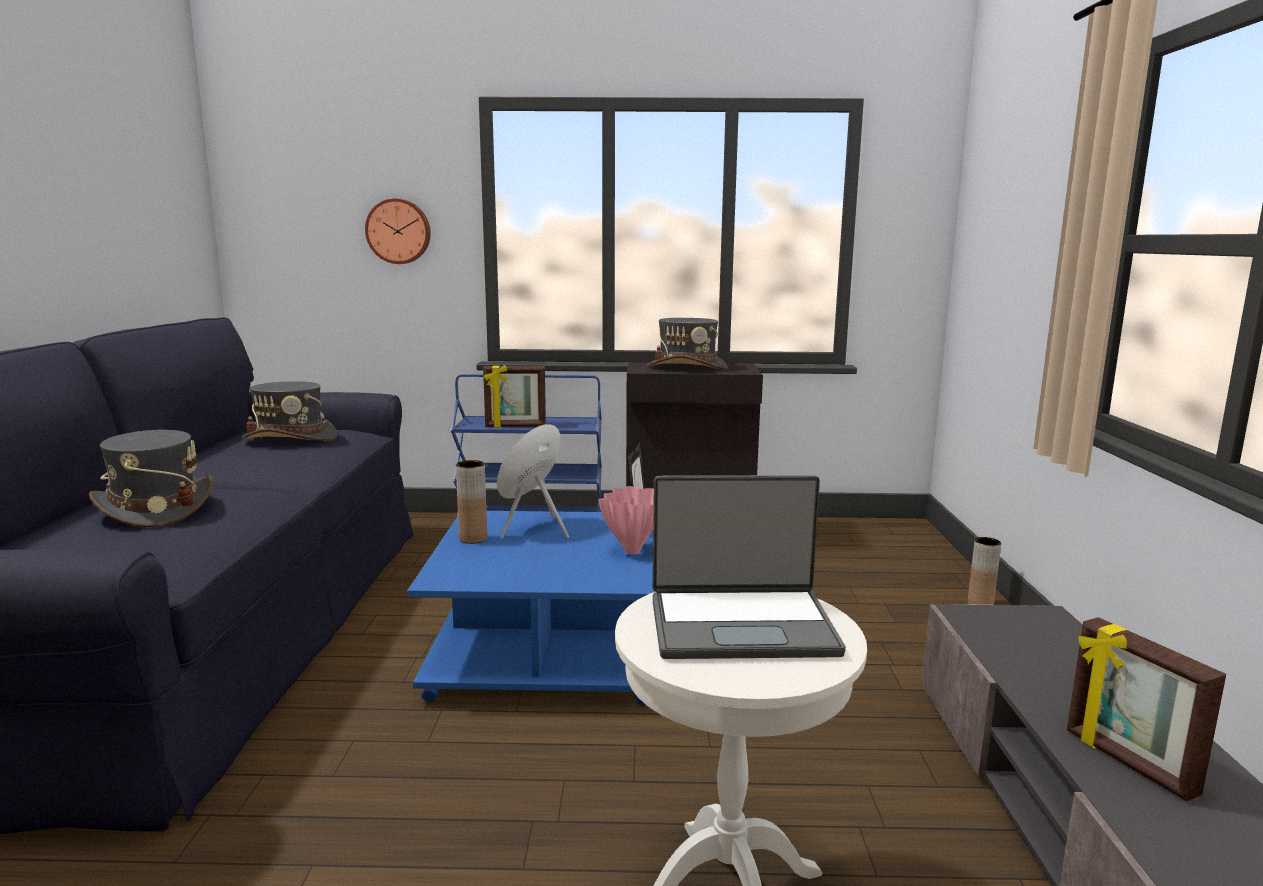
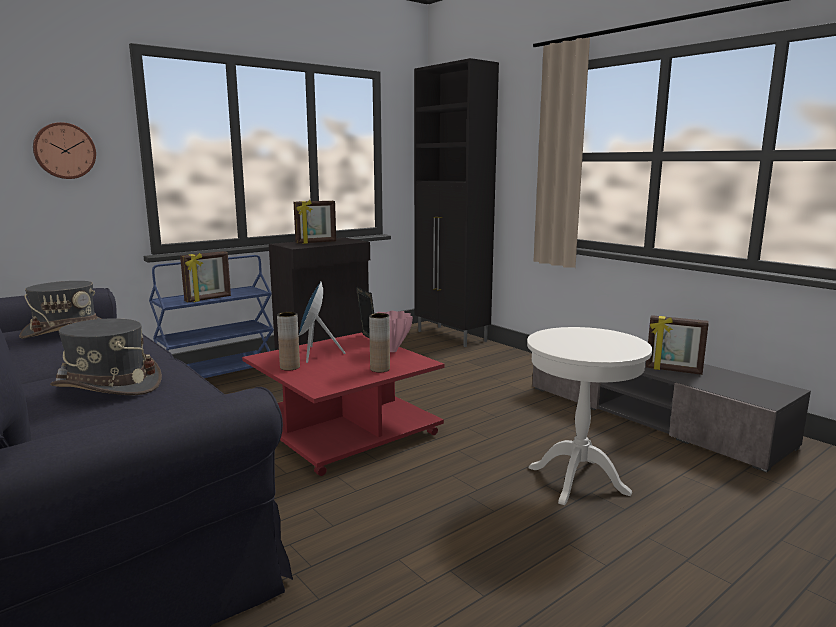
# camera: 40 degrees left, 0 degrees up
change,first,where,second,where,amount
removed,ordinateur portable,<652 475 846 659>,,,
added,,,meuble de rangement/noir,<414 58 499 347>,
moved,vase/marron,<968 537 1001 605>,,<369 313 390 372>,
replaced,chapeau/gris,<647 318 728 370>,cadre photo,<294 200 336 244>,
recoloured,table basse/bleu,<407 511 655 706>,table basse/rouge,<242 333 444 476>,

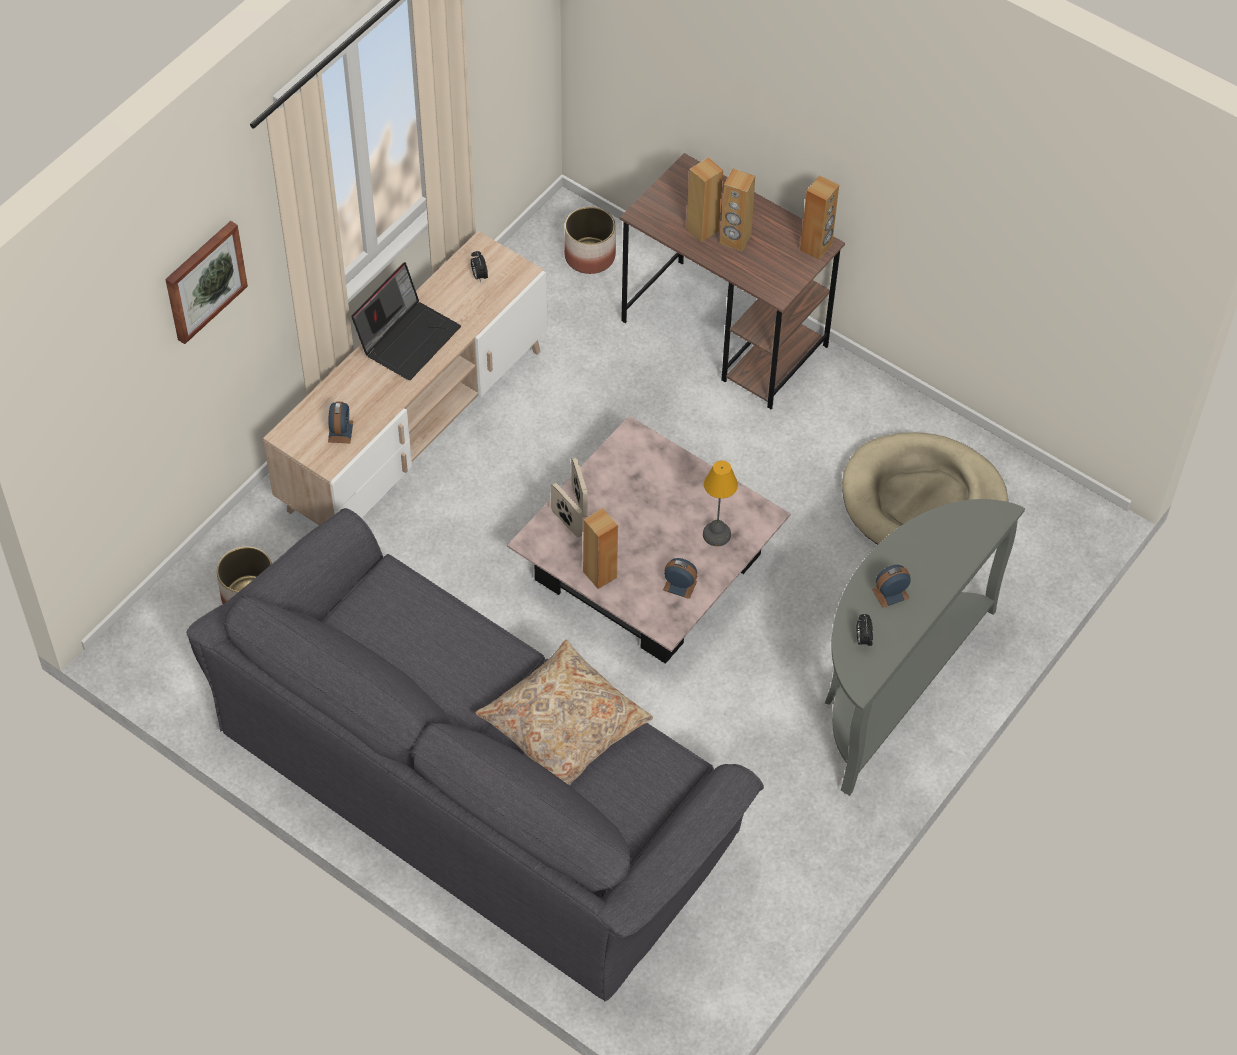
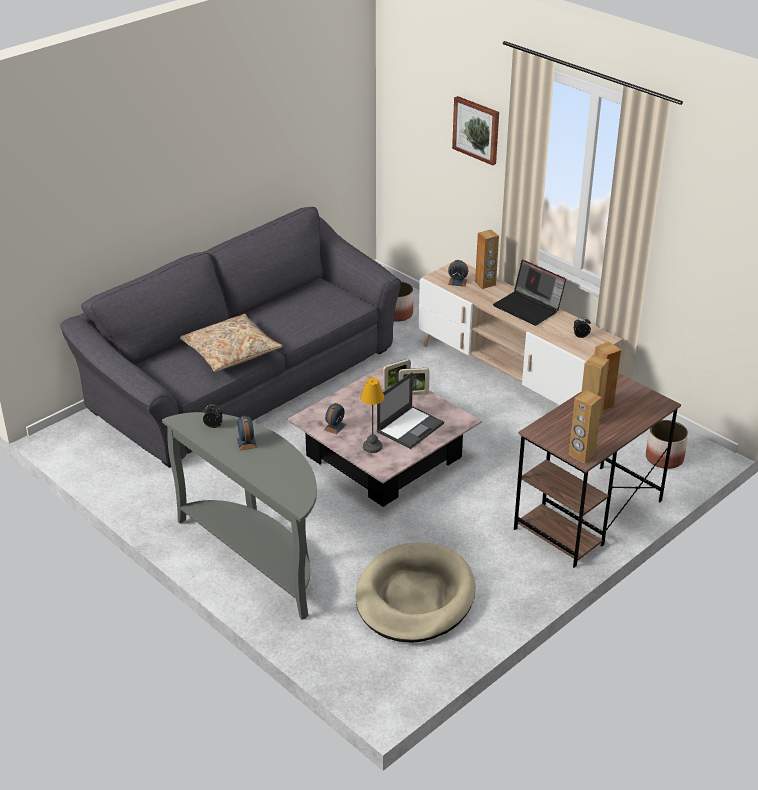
# camera: 100 degrees right, 20 degrees down
change,first,where,second,where,amount
added,,,ordinateur portable,<377 372 444 449>,
moved,enceinte/marron,<583 508 618 589>,,<475 230 499 289>,

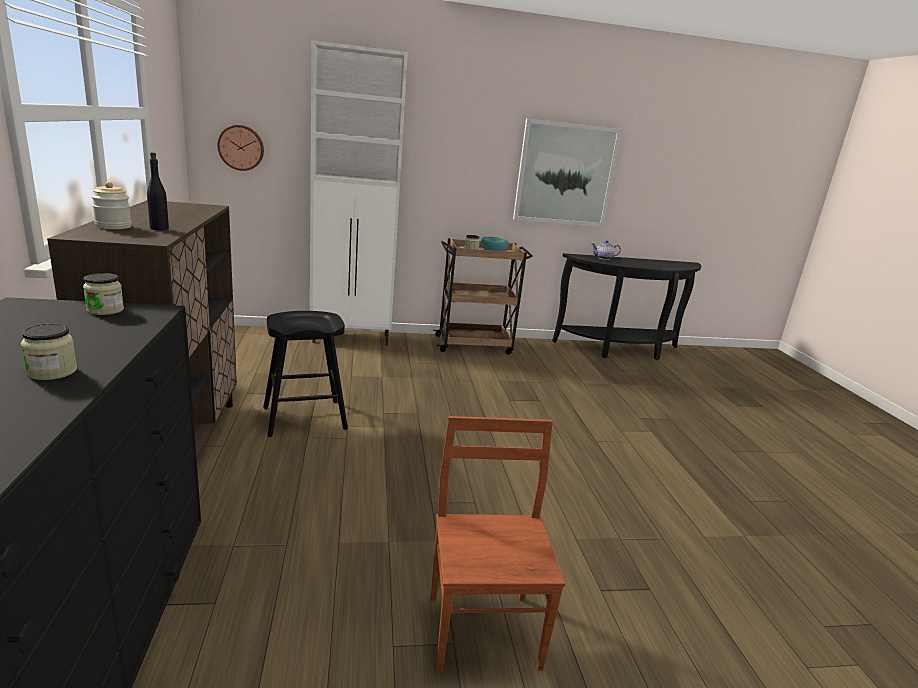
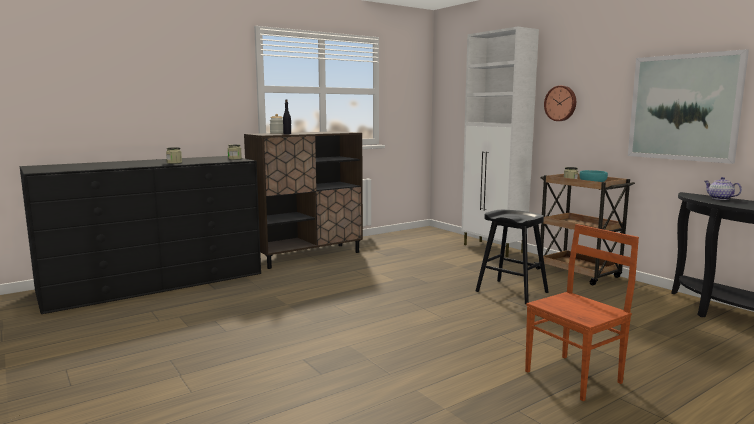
# camera: 65 degrees right, 10 degrees down
change,first,where,second,where,amount
moved,horloge murale,<217 125 264 171>,,<544 86 576 121>,
moved,tabouret/noir,<263 311 348 437>,,<476 210 549 304>,
moved,chaise/marron,<431 416 565 673>,,<525 224 639 401>,

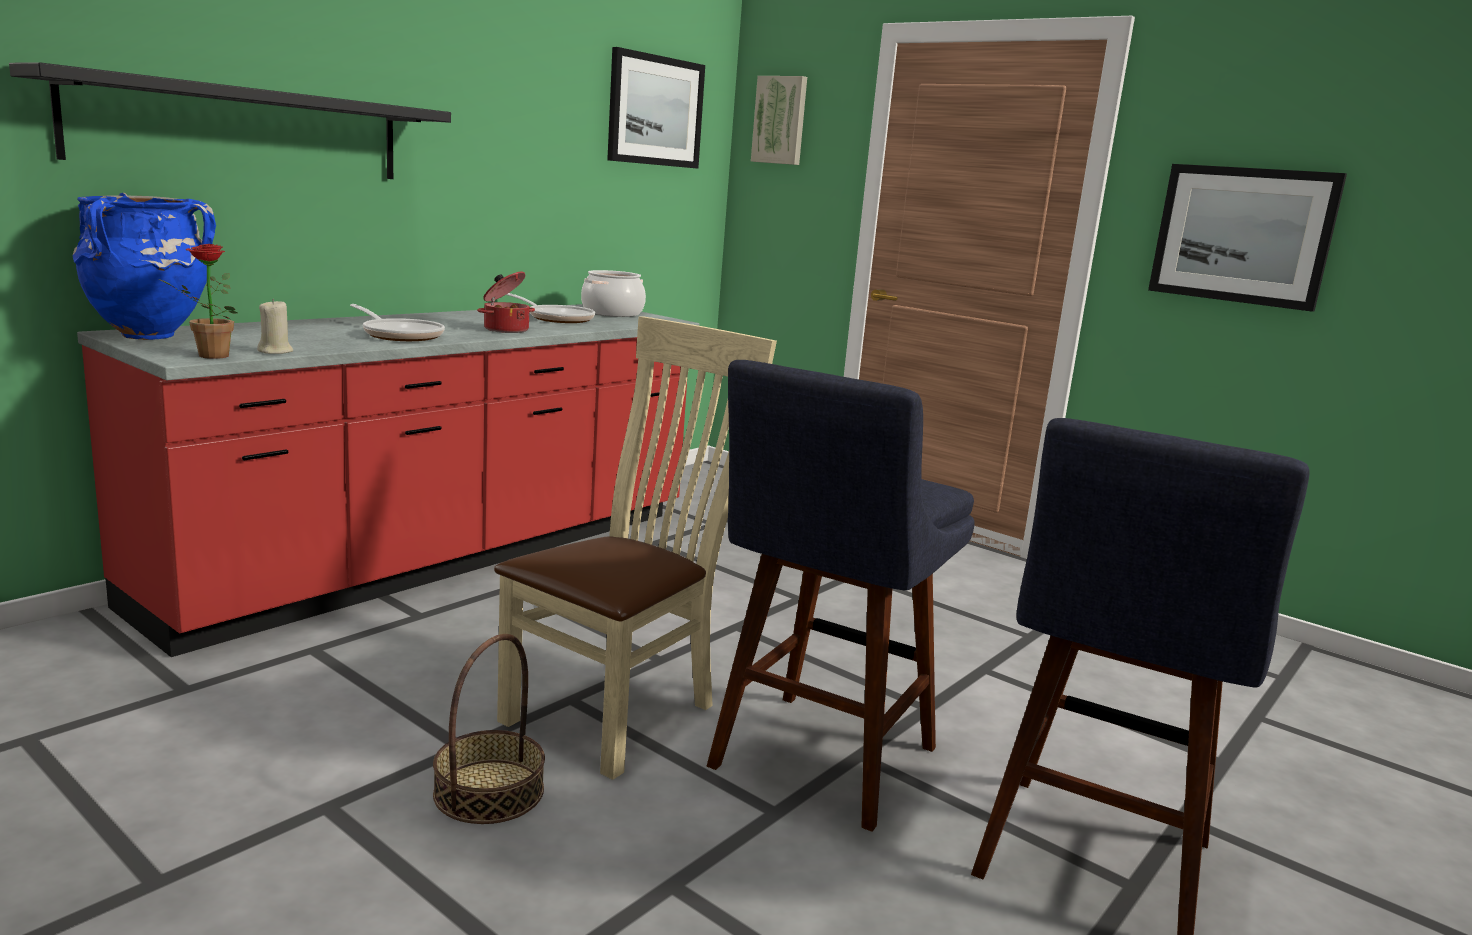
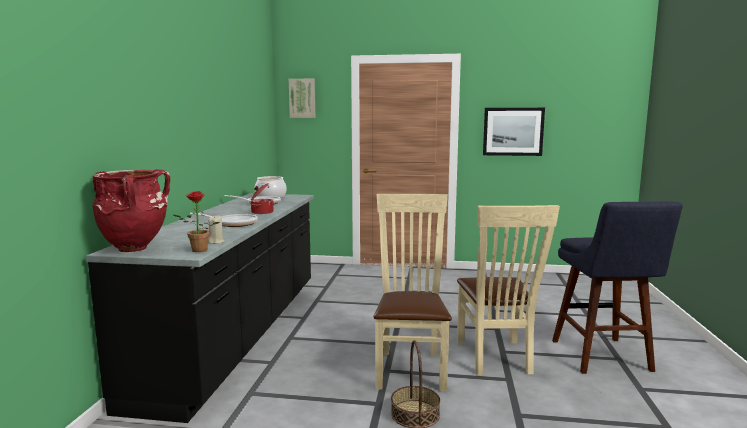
# camera: 30 degrees left, 5 degrees down
change,first,where,second,where,amount
removed,étagère/noir,<9 62 451 179>,,,
removed,tableau,<607 47 705 169>,,,
replaced,tabouret/bleu,<707 360 975 832>,chaise/beige,<457 205 560 375>,
recoloured,vase/bleu,<72 193 216 340>,vase/rouge,<92 169 170 252>,
recoloured,comptoir de cuisine/rouge,<77 304 699 657>,comptoir de cuisine/noir,<86 194 314 423>,

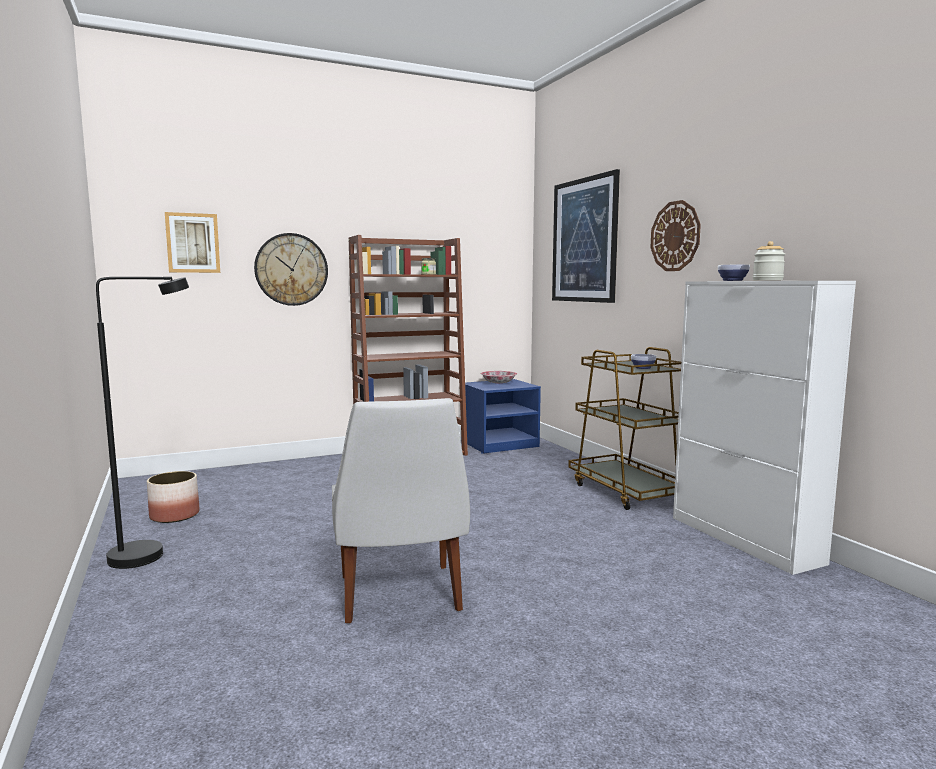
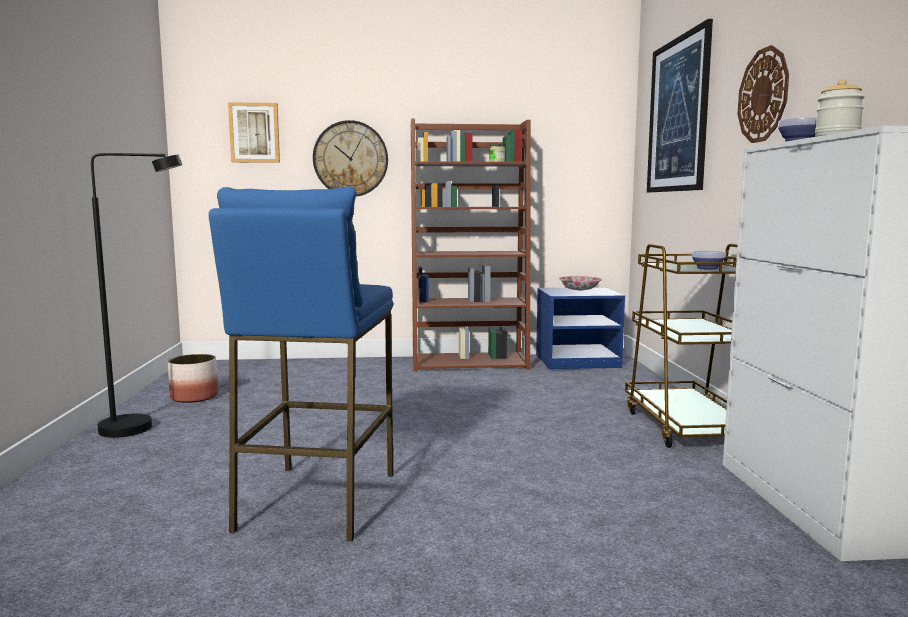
# camera: 20 degrees right, 0 degrees up
change,first,where,second,where,amount
replaced,chaise/blanc,<332 398 470 624>,tabouret/bleu,<209 186 394 542>,

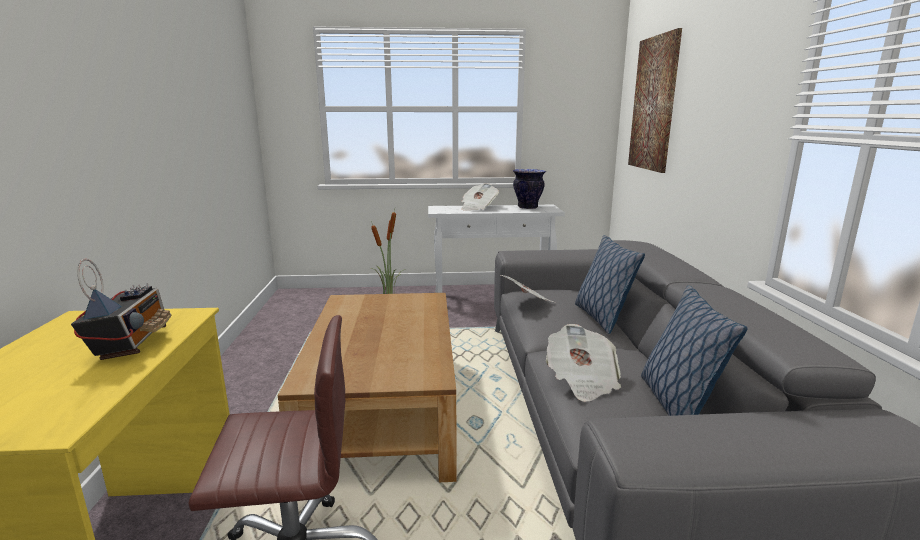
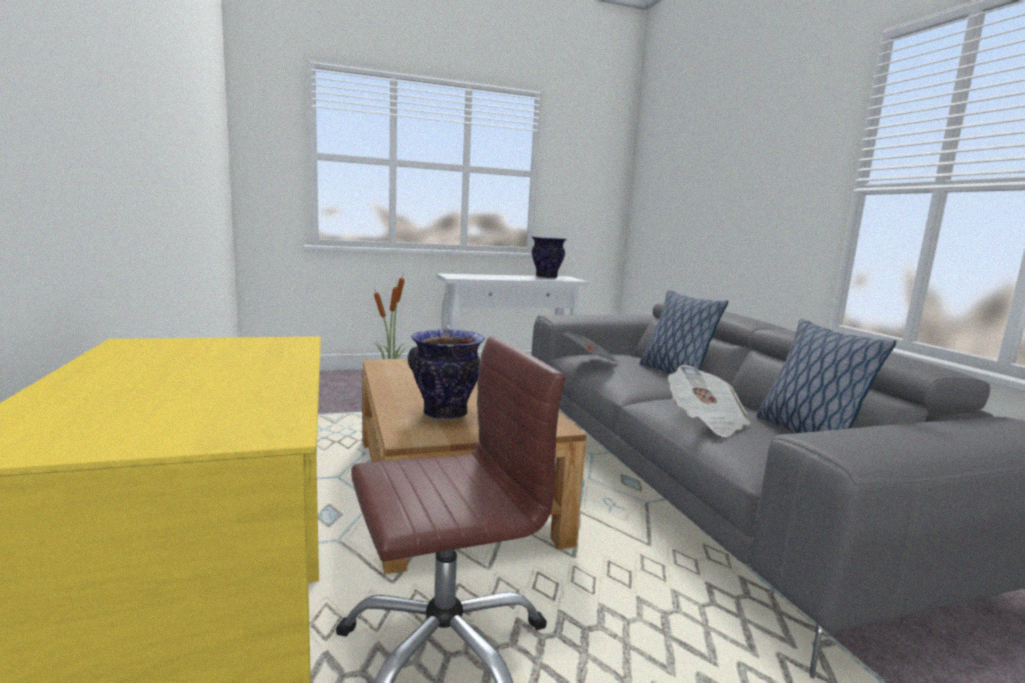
# camera: 15 degrees left, 5 degrees down
change,first,where,second,where,amount
removed,radio,<71 259 172 360>,,,
removed,journal,<461 183 499 211>,,,
removed,tableau,<628 28 682 173>,,,
added,,,vase,<408 329 485 420>,

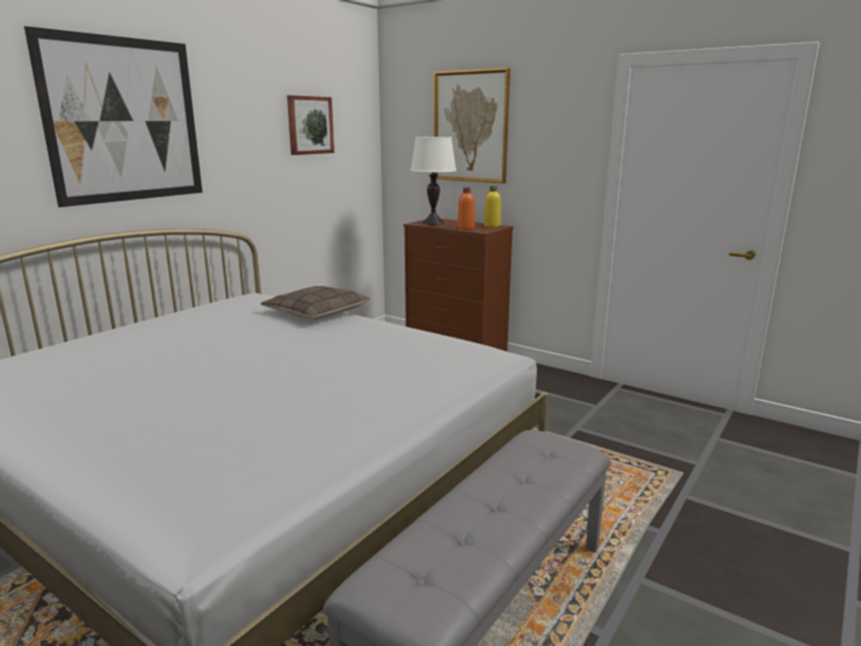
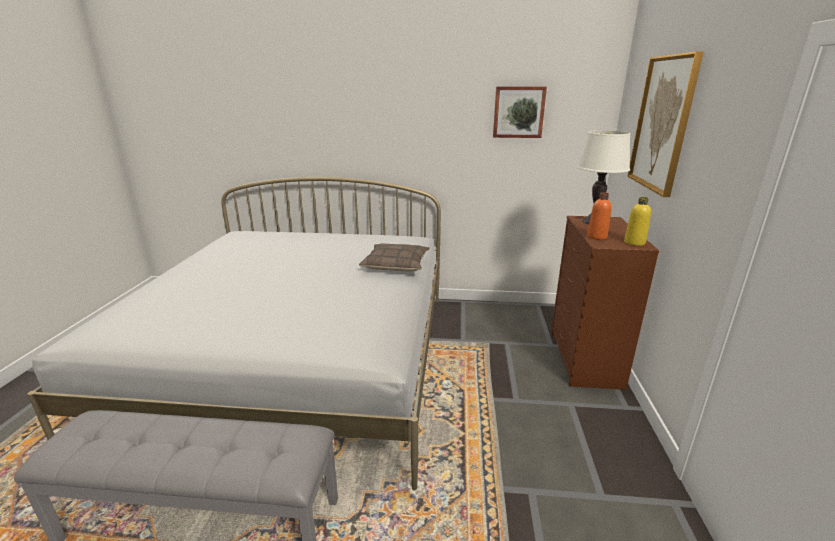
# camera: 60 degrees right, 5 degrees up
change,first,where,second,where,amount
removed,tableau,<24 26 202 207>,,,

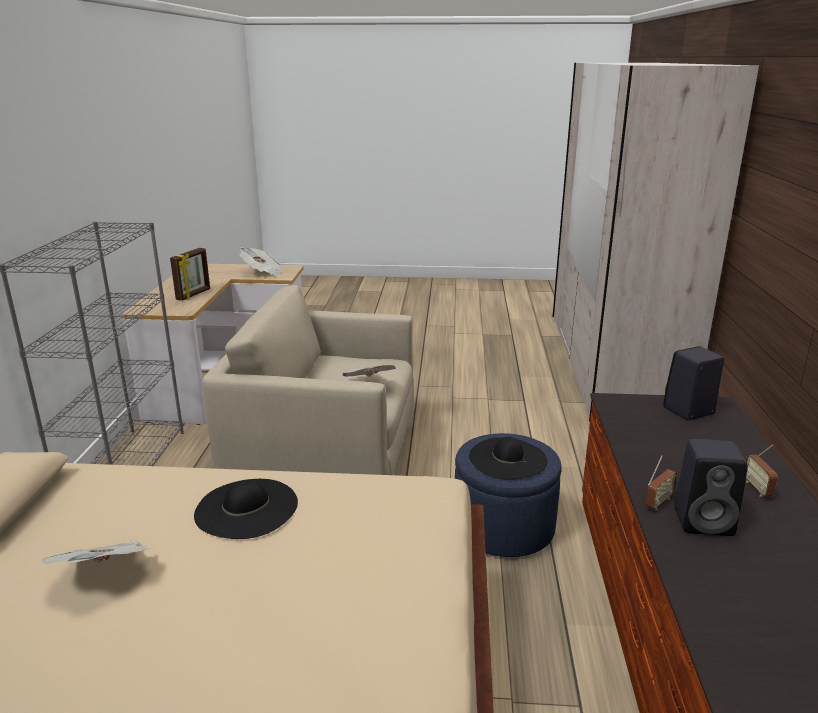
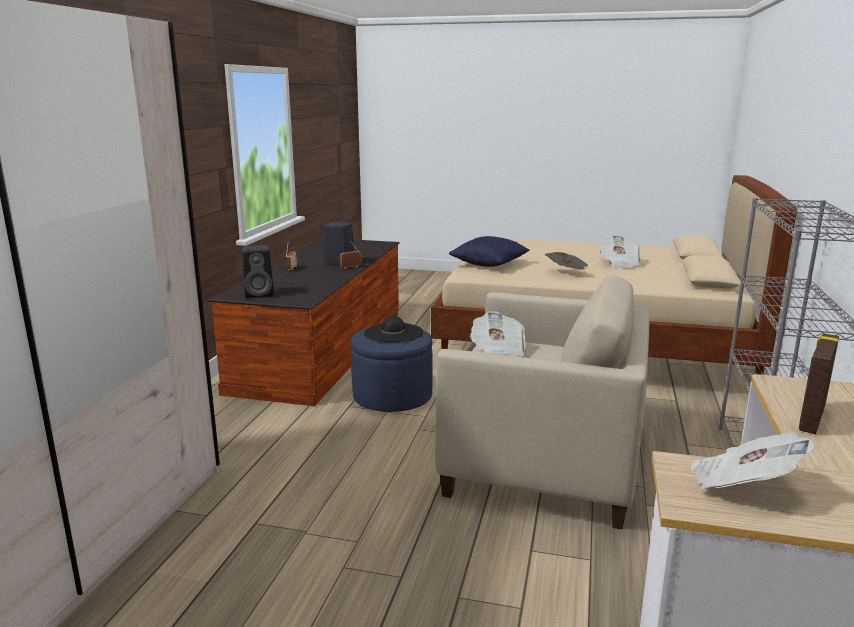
# camera: 170 degrees left, 5 degrees down
change,first,where,second,where,amount
added,,,coussin/bleu,<449 236 530 267>,
replaced,chapeau/noir,<194 479 298 539>,journal,<544 252 588 269>,

